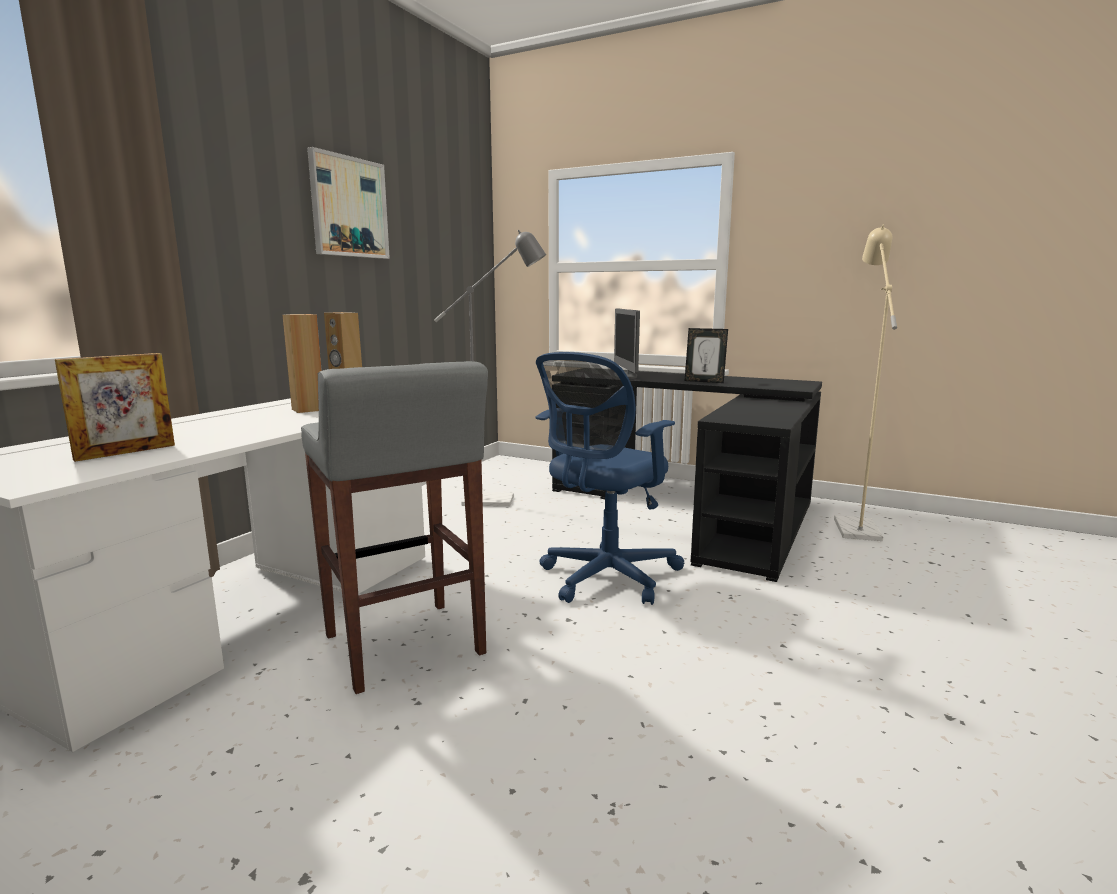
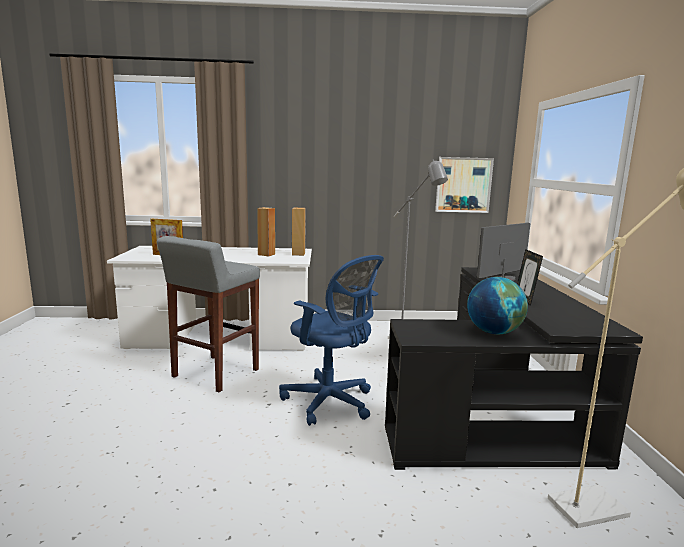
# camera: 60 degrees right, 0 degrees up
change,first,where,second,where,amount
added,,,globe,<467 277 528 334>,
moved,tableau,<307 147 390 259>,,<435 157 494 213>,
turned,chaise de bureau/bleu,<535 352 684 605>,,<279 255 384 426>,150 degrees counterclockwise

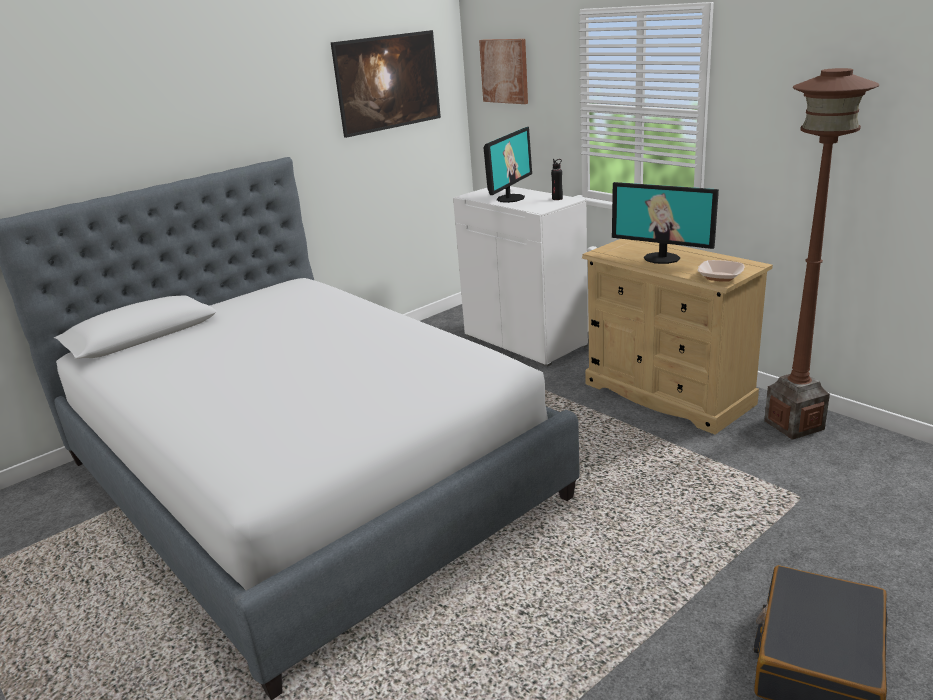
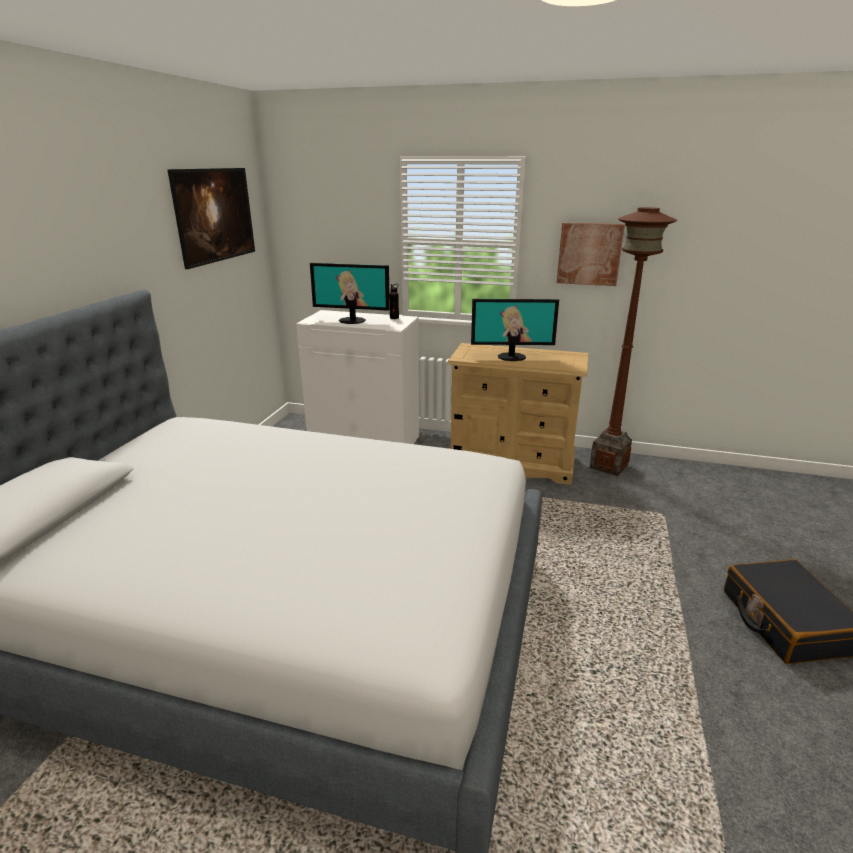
# camera: 35 degrees left, 0 degrees up
change,first,where,second,where,amount
removed,bol,<698 260 744 282>,,,
moved,tableau,<479 39 528 104>,,<557 223 625 286>,
turned,écran d'ordinateur,<484 127 532 203>,,<310 263 390 324>,105 degrees clockwise

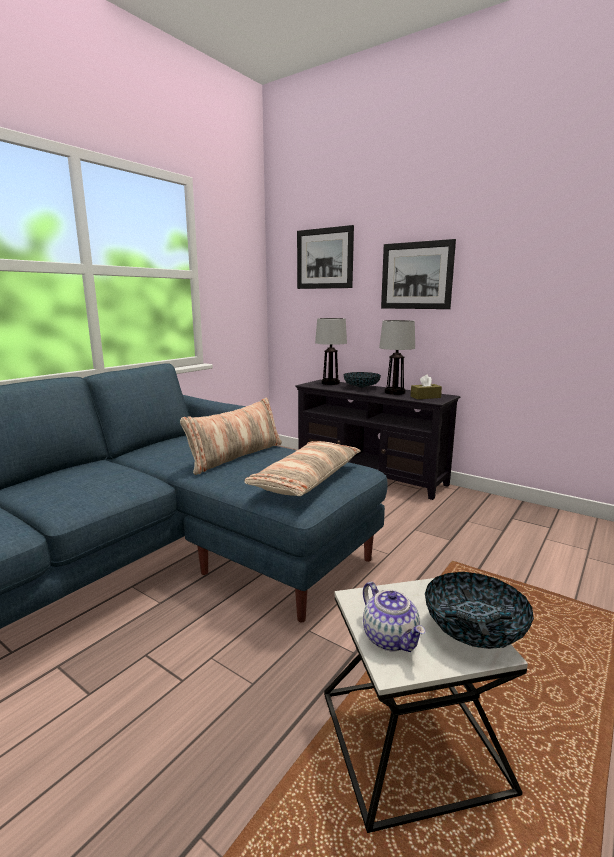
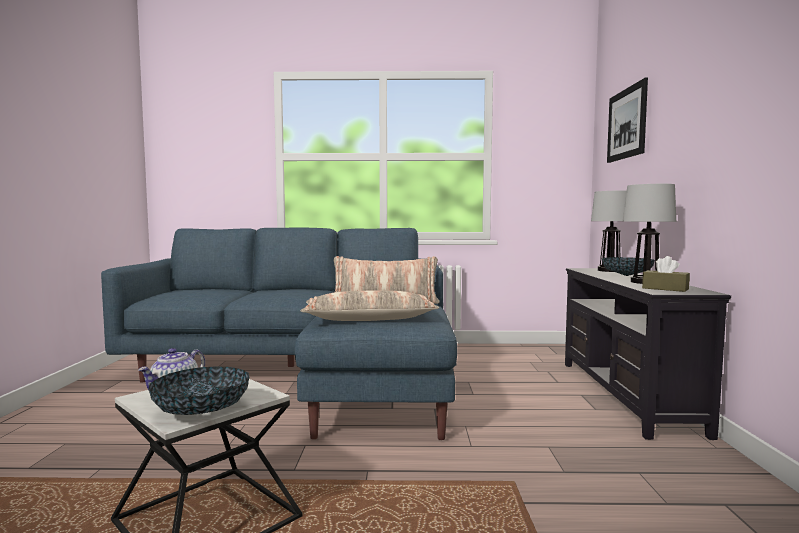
# camera: 55 degrees right, 10 degrees down
change,first,where,second,where,amount
removed,tableau,<381 239 456 309>,,,

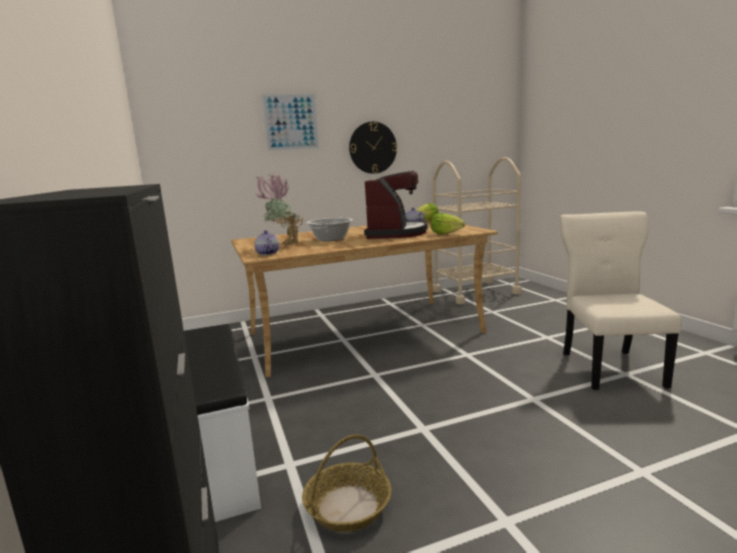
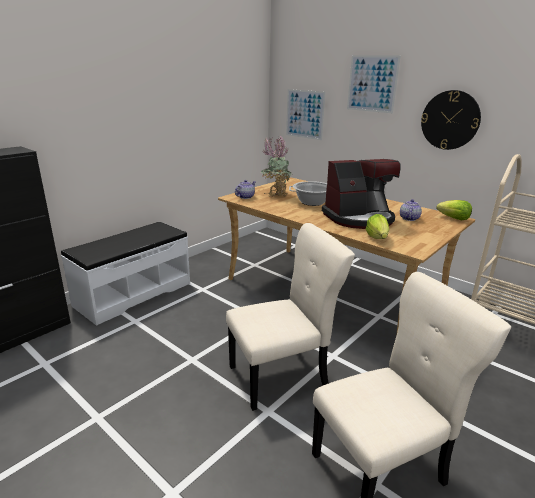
# camera: 60 degrees right, 10 degrees up
change,first,where,second,where,amount
removed,panier,<302 434 391 532>,,,
added,,,chaise/beige,<226 223 355 411>,
added,,,tableau,<286 89 325 140>,

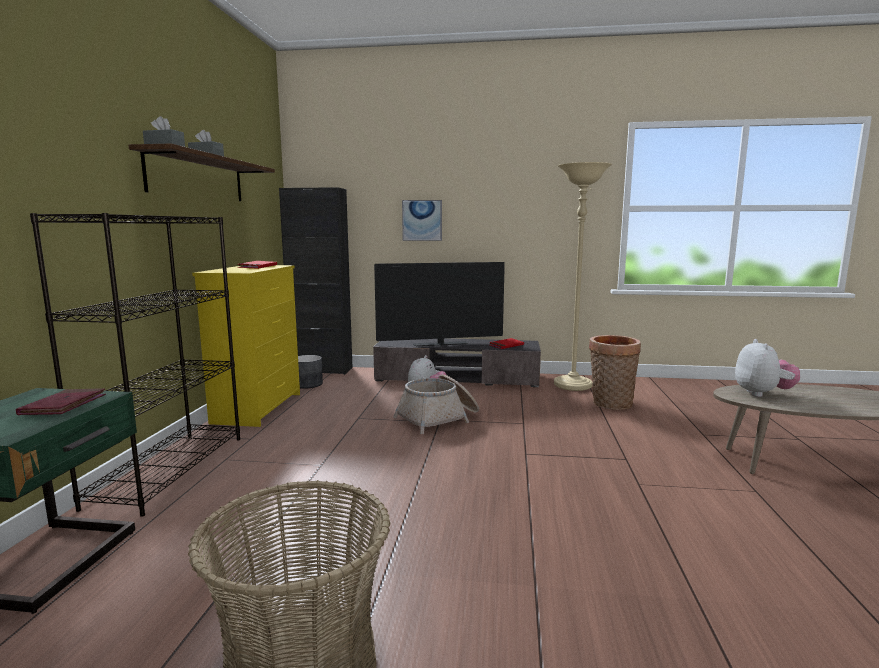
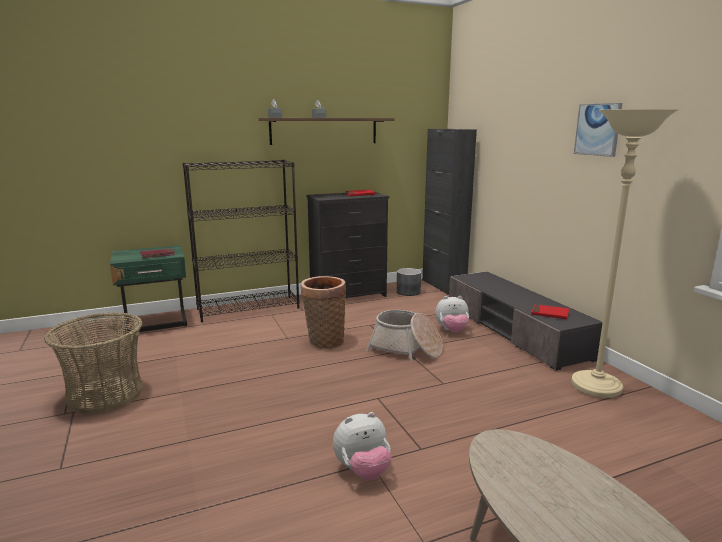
# camera: 60 degrees right, 5 degrees up
change,first,where,second,where,amount
removed,téléviseur,<374 262 505 346>,,,
moved,tableau,<402 200 442 241>,,<574 103 622 157>,
moved,panier,<589 335 641 410>,,<301 276 346 349>,
moved,peluche,<735 339 800 397>,,<333 412 391 480>,
recoloured,commode/jaune,<192 265 300 427>,commode/noir,<307 192 389 298>,

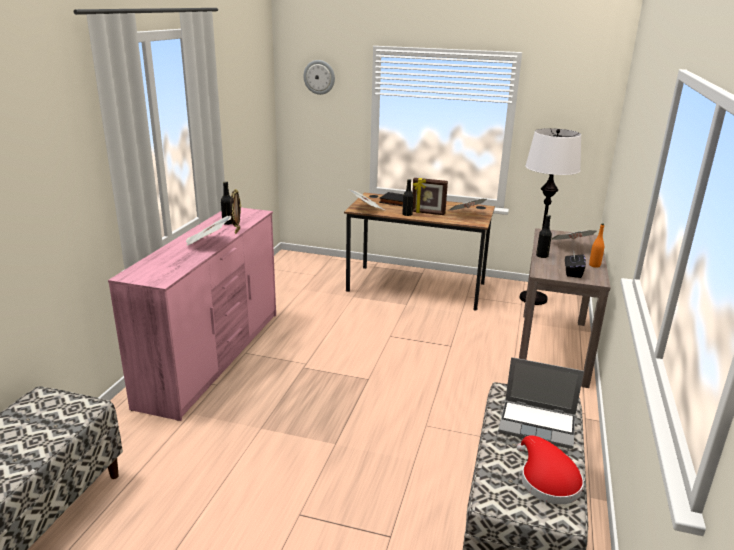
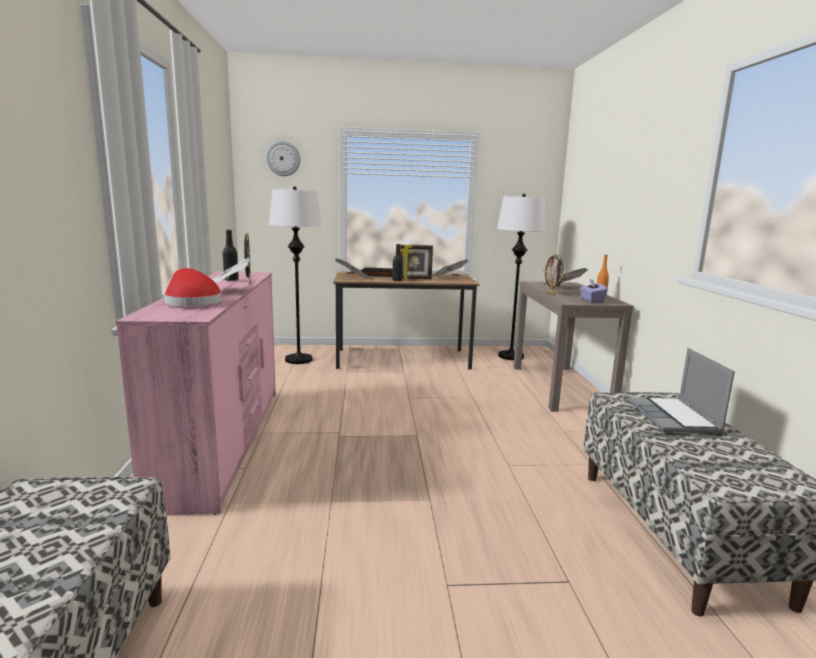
# camera: 20 degrees left, 10 degrees down
change,first,where,second,where,amount
added,,,lampadaire/blanc,<269 187 322 364>,
moved,chapeau/rouge,<517 435 584 504>,,<164 268 223 306>,
replaced,bouteille/noir,<536 215 552 258>,cadre photo,<543 253 564 295>,
recoloured,boîte à mouchoirs/noir,<565 252 586 278>,boîte à mouchoirs/violet,<580 278 608 303>,
turned,ordinateur portable,<498 357 584 449>,,<628 348 735 433>,90 degrees clockwise

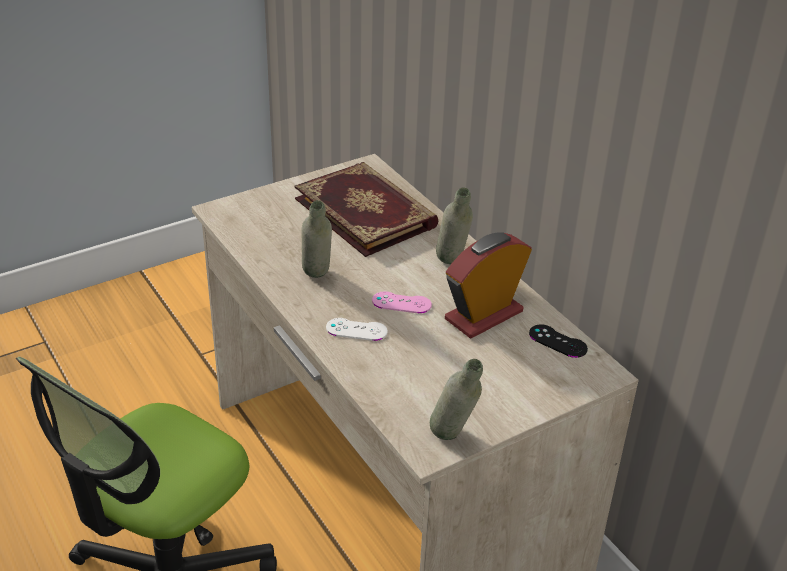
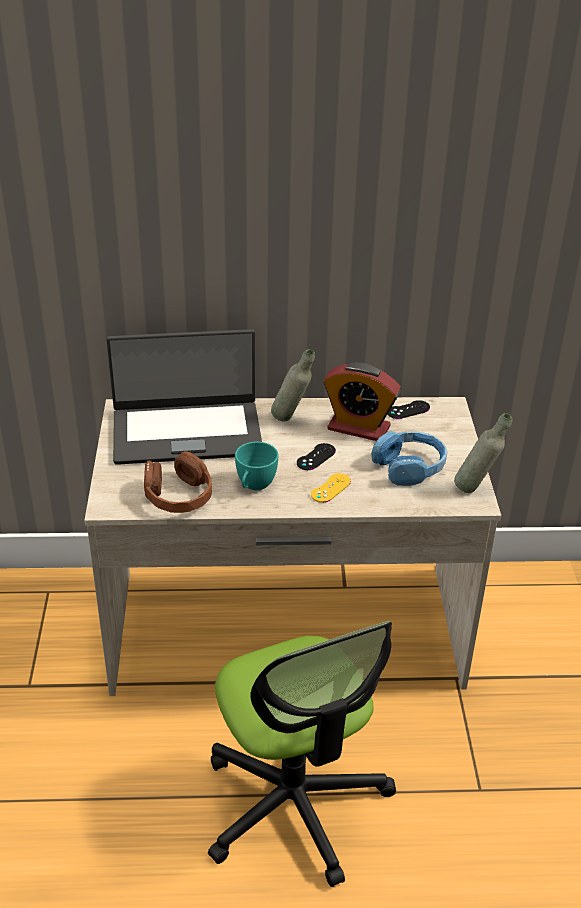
# camera: 60 degrees left, 0 degrees up
change,first,where,second,where,amount
added,,,casque audio/marron,<144 451 212 513>,
added,,,casque audio/bleu,<371 431 447 486>,
replaced,livre,<295 162 439 257>,ordinateur portable,<107 329 262 465>,
replaced,bouteille/gris,<302 200 332 278>,tasse/turquoise,<235 442 278 490>,
recoloured,manette/blanc,<326 318 388 341>,manette/jaune,<311 473 351 503>,
recoloured,manette/rose,<372 291 432 314>,manette/noir,<297 443 336 470>,
turned,réveil,<445 232 532 338>,,<323 363 401 441>,60 degrees counterclockwise

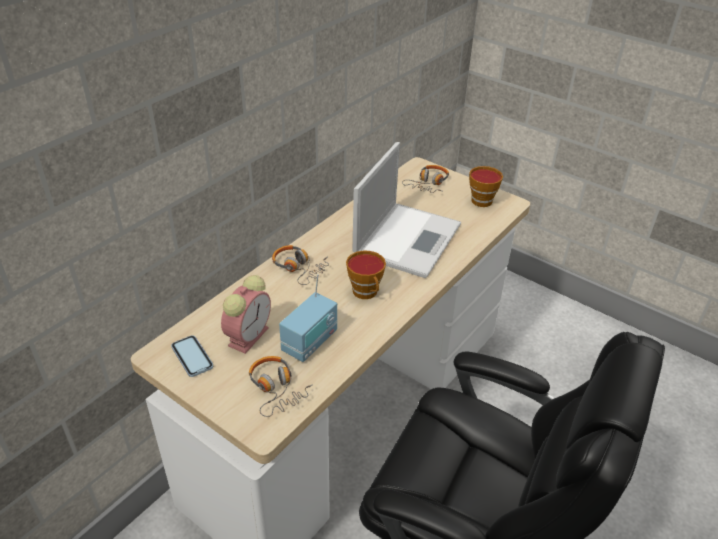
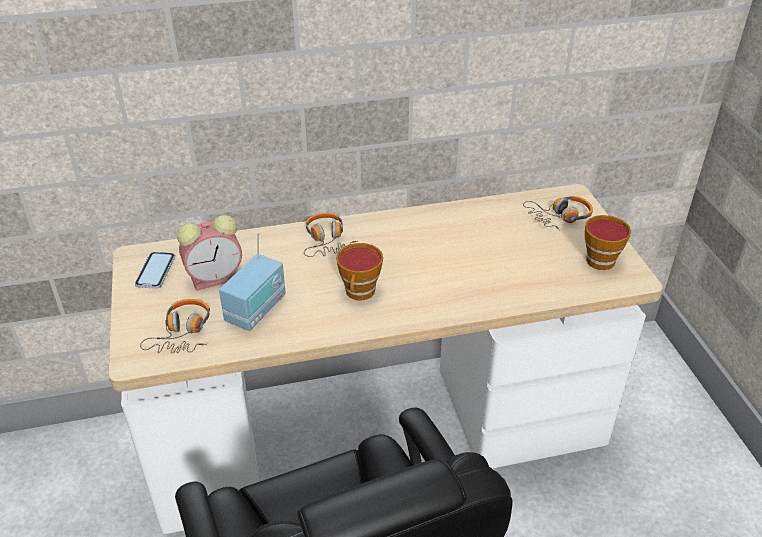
# camera: 40 degrees right, 0 degrees up
change,first,where,second,where,amount
removed,ordinateur portable,<353 142 461 278>,,,
turned,radio,<279 274 337 362>,,<219 232 286 331>,45 degrees counterclockwise

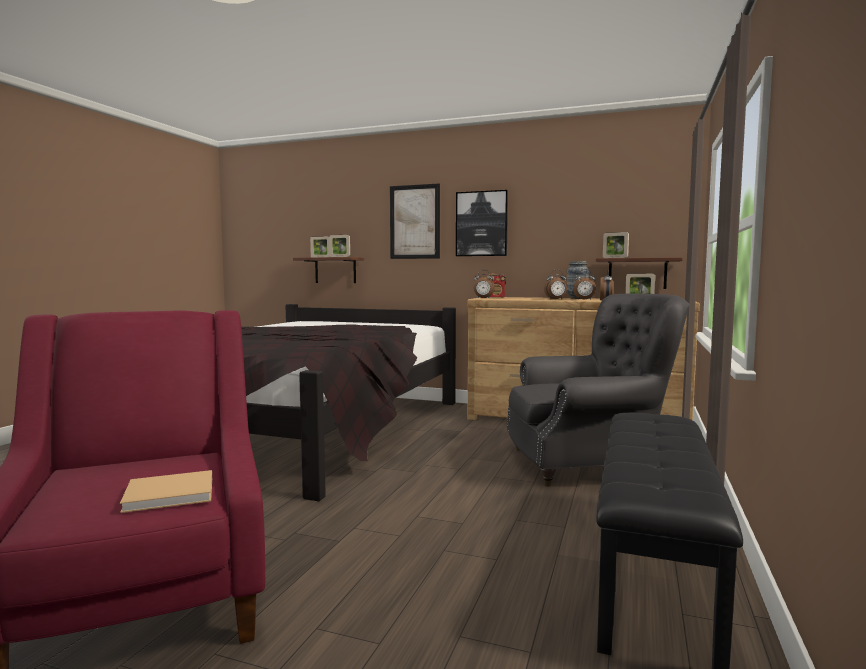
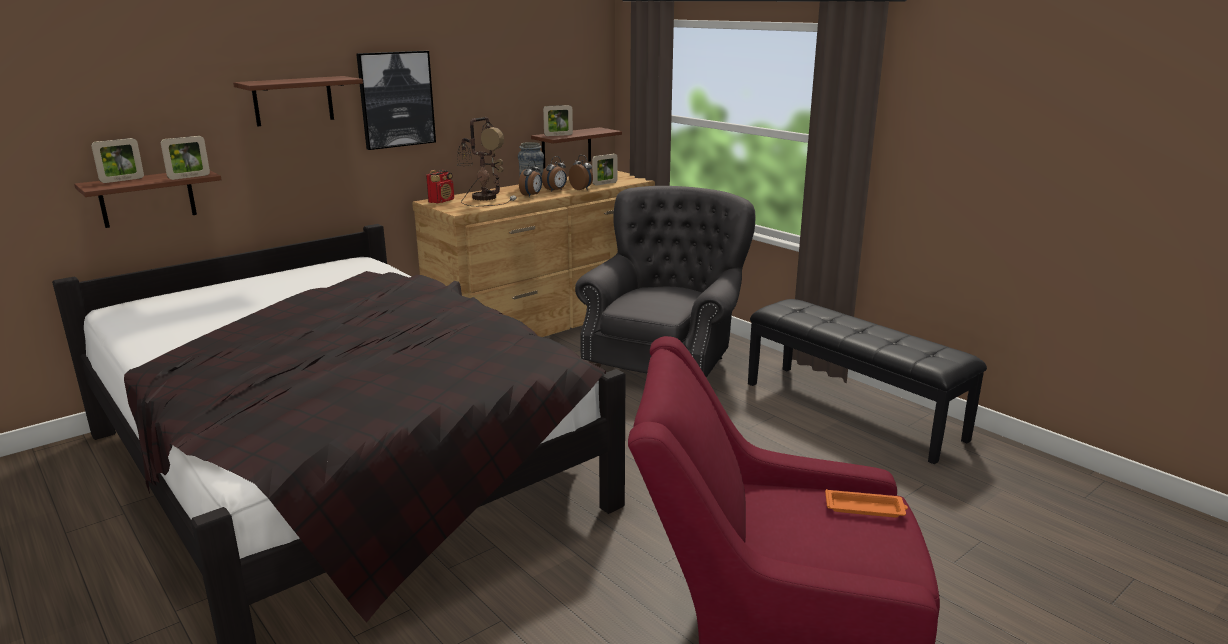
# camera: 60 degrees left, 15 degrees up
change,first,where,second,where,amount
removed,réveil,<473 270 495 298>,,,
added,,,lampe de table,<457 117 517 206>,
replaced,livre/beige,<120 470 212 513>,plateau/orange,<825 489 908 518>,
replaced,tableau,<390 183 440 259>,étagère,<233 76 363 126>,

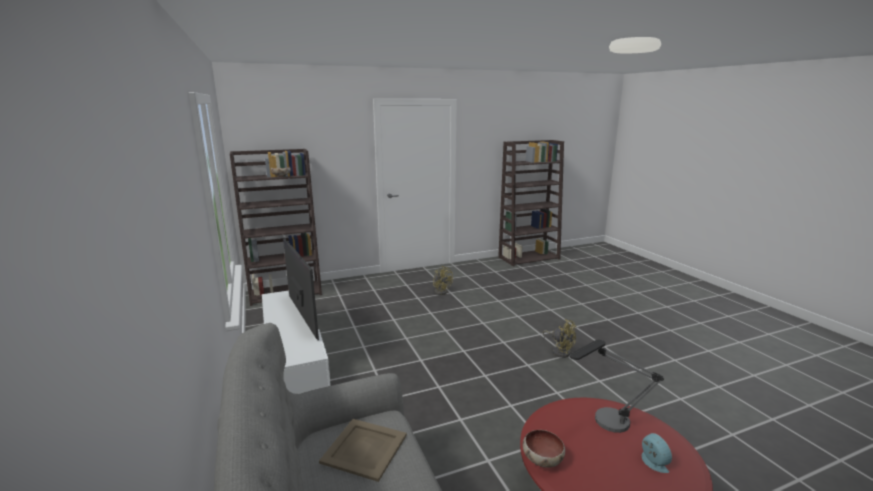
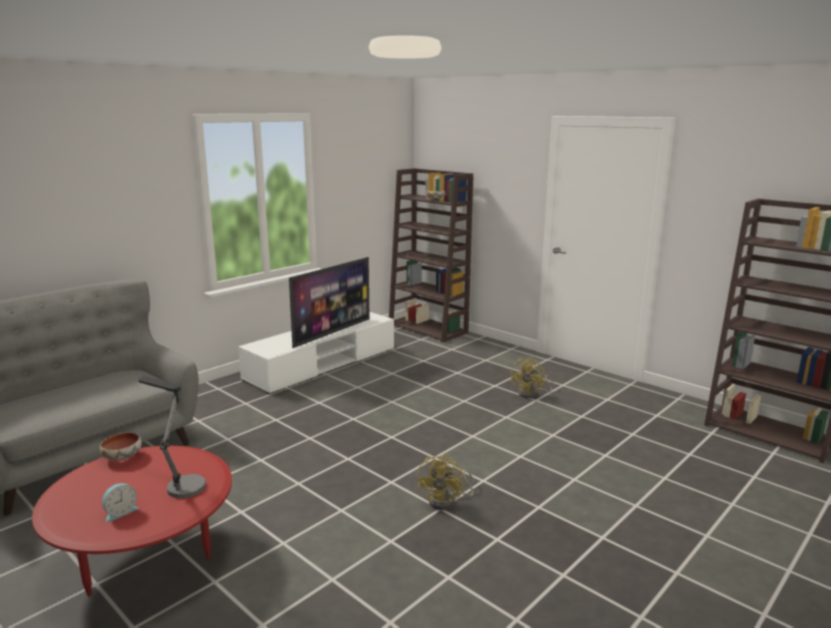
# camera: 65 degrees right, 0 degrees up
change,first,where,second,where,amount
removed,plateau/beige,<319 419 407 482>,,,

